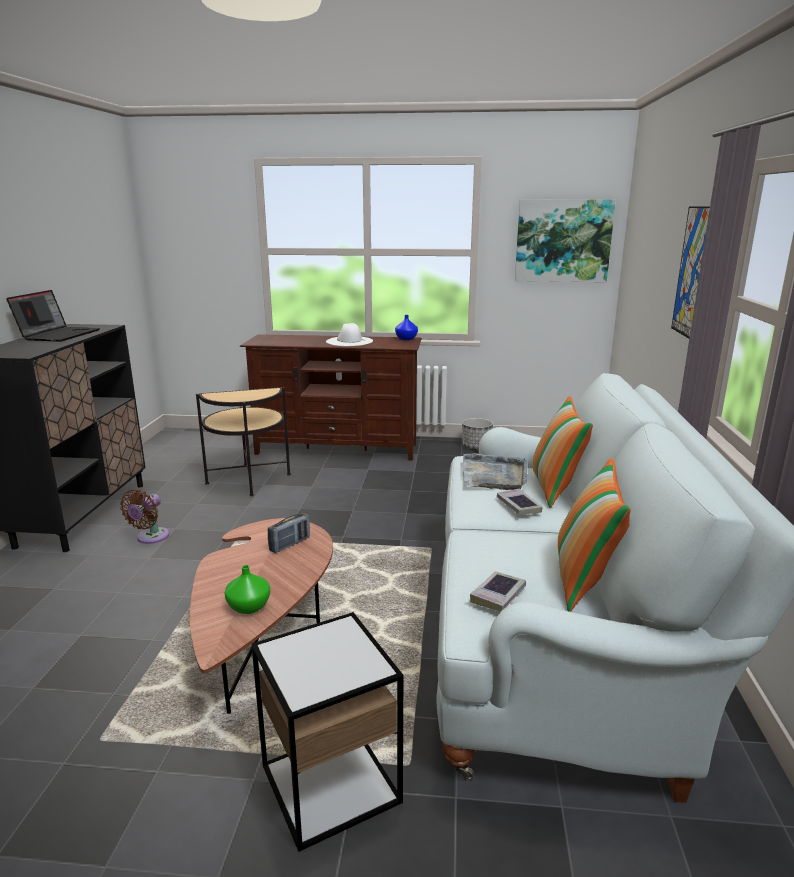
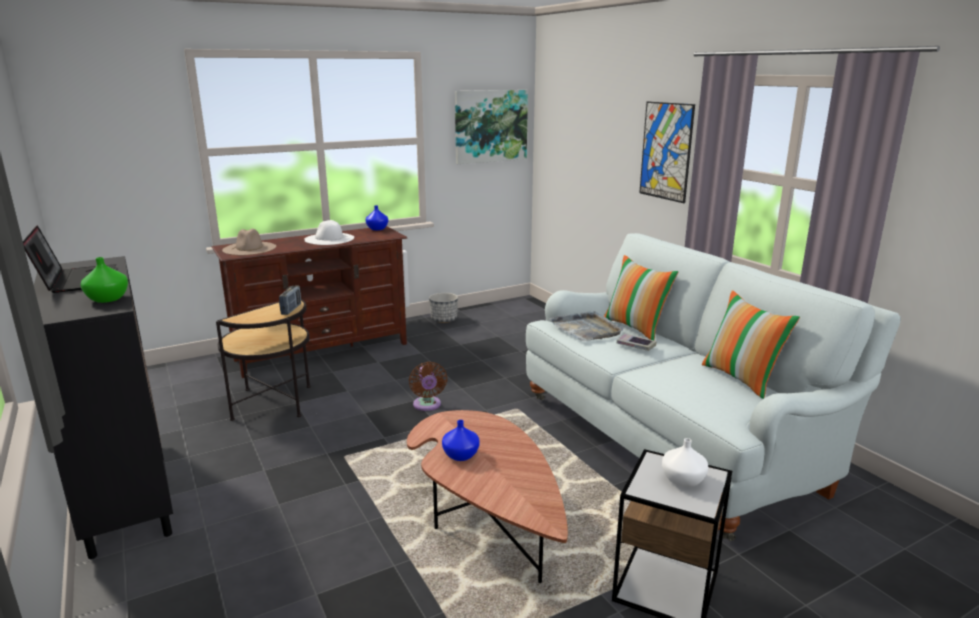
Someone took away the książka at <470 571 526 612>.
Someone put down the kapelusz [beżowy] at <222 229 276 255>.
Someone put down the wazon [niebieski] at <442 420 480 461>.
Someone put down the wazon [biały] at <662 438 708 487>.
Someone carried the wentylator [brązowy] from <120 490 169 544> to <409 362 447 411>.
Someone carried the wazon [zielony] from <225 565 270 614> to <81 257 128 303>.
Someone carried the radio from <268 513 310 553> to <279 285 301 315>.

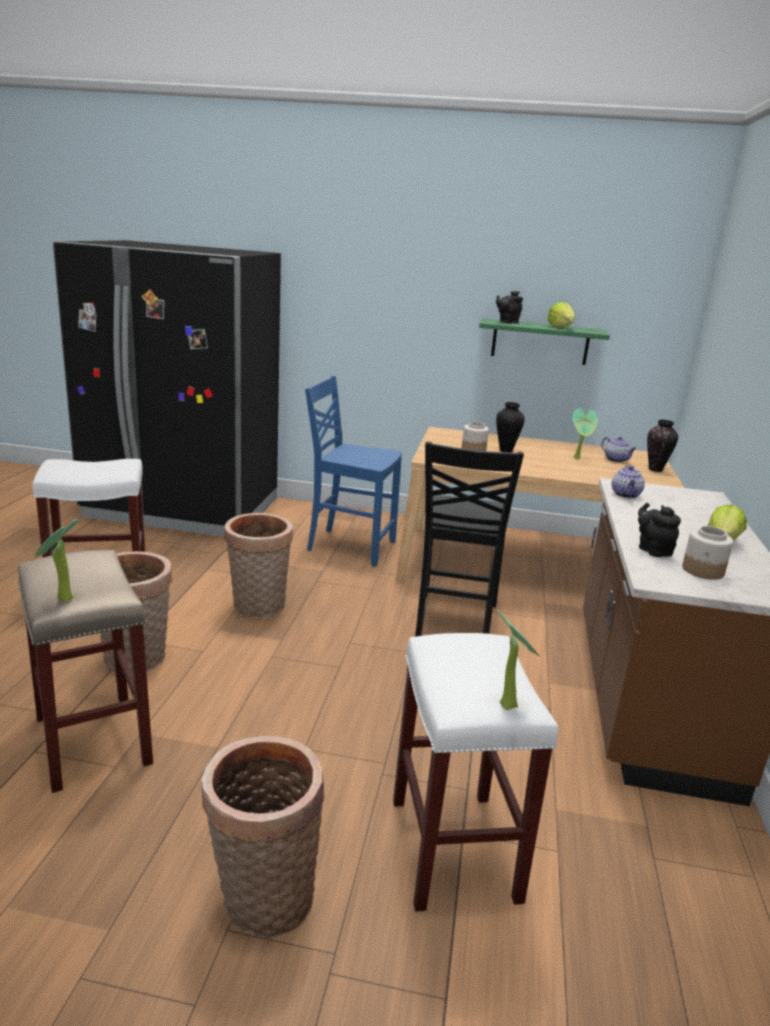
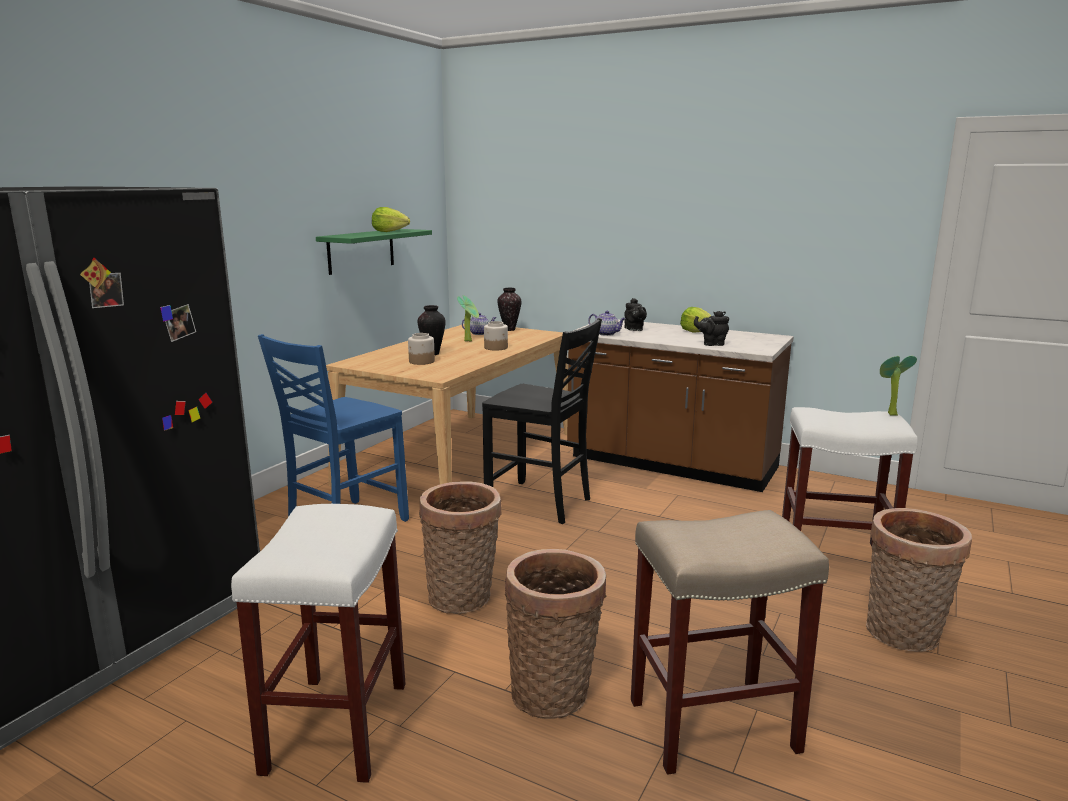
Someone took away the roślina doniczkowa at <35 519 79 602>.
Someone carried the imbryk [czarny] from <496 291 523 323> to <624 298 647 331>.
Someone carried the słoik from <682 526 733 580> to <484 321 508 350>.

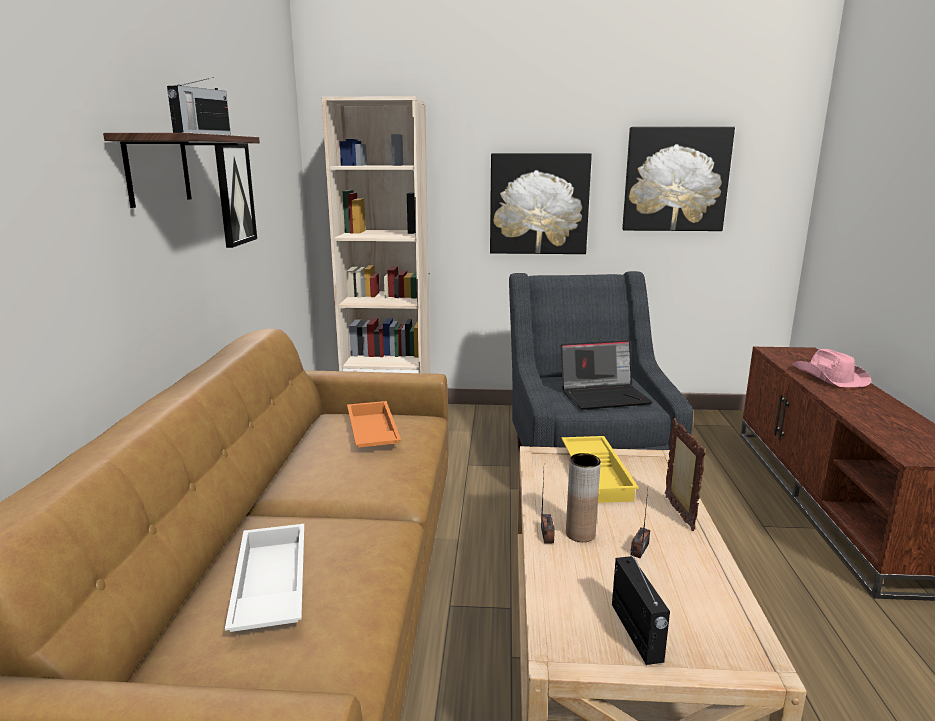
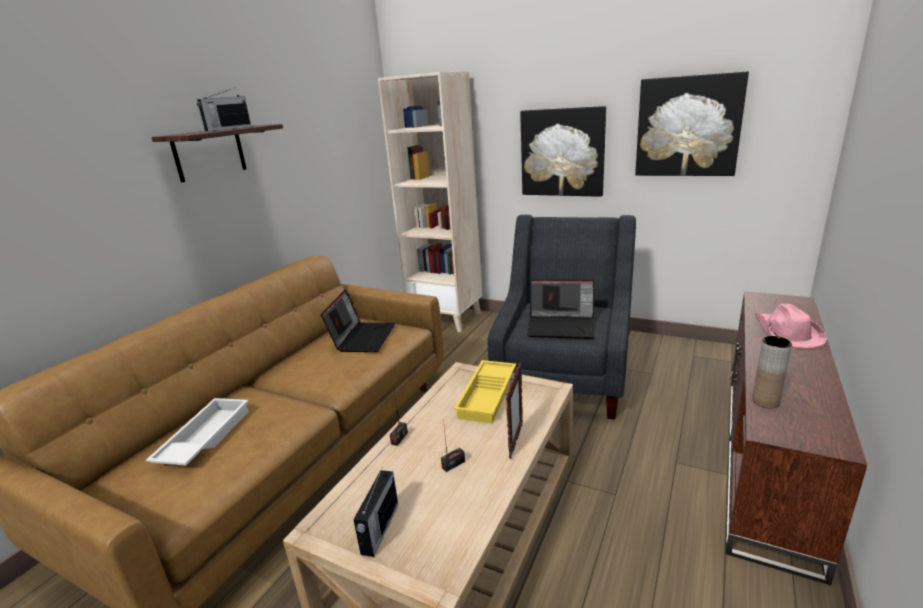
Someone took away the obraz at <215 143 257 248>.
Someone carried the wazon [brązowy] from <566 453 601 542> to <752 336 792 408>.
Someone swapped the taca [pomarańczowy] at <347 401 401 448> for the laptop at <321 289 396 352>.

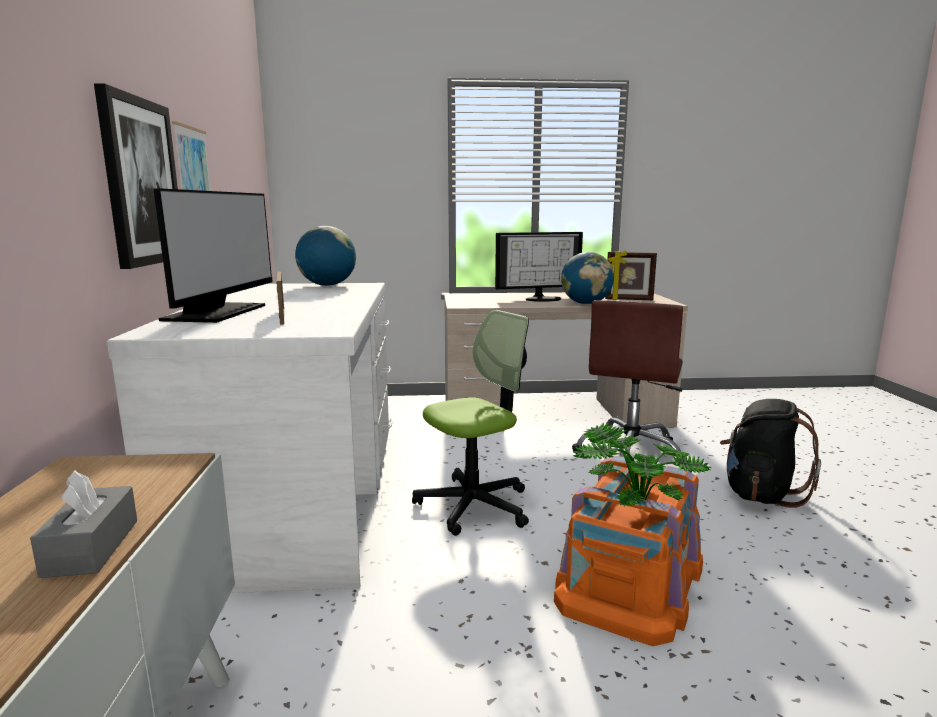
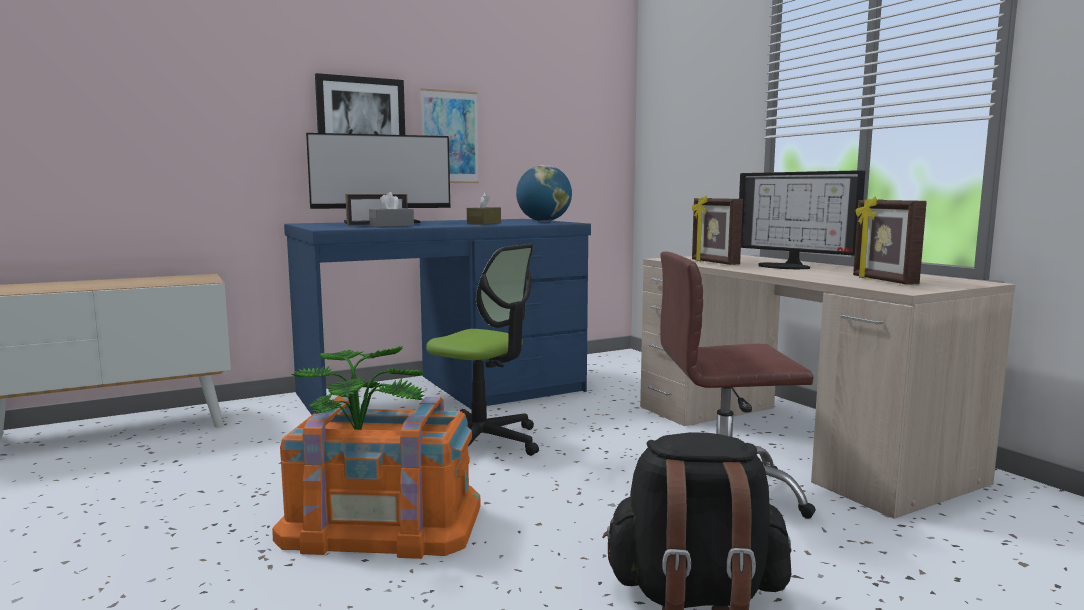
Someone took away the globus at <561 252 614 304>.
Someone put down the pudełko chusteczek [brązowy] at <467 192 501 225>.
Someone put down the ramka na zdjęcie at <692 196 743 265>.
Someone carried the pudełko chusteczek [szary] from <30 470 137 578> to <369 192 414 227>.
Someone repainted the biurko [biały] at <107 283 393 593>, which became the biurko [niebieski] at <284 219 591 415>.

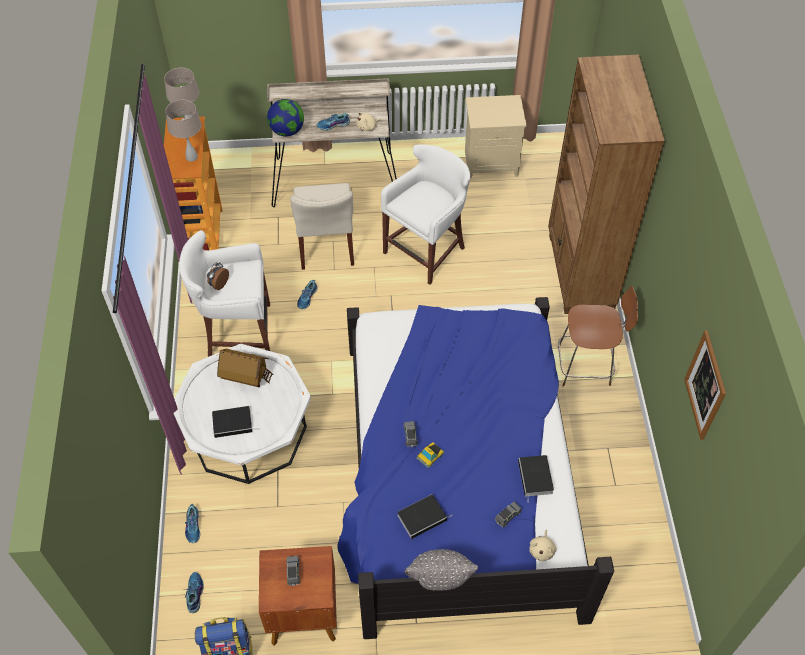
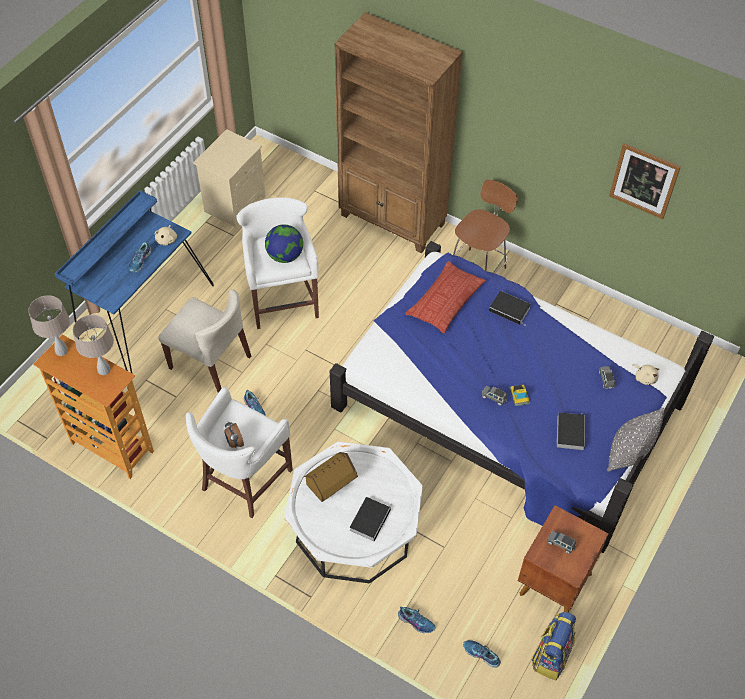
Someone put down the poduszka at <406 261 486 333>.
Someone carried the globus from <267 99 304 136> to <265 225 303 263>.
Someone carried the książka from <518 455 554 502> to <489 291 531 326>.
Someone repainted the biurko [beżowy] at <267 78 397 207>, which became the biurko [niebieski] at <55 190 214 373>.

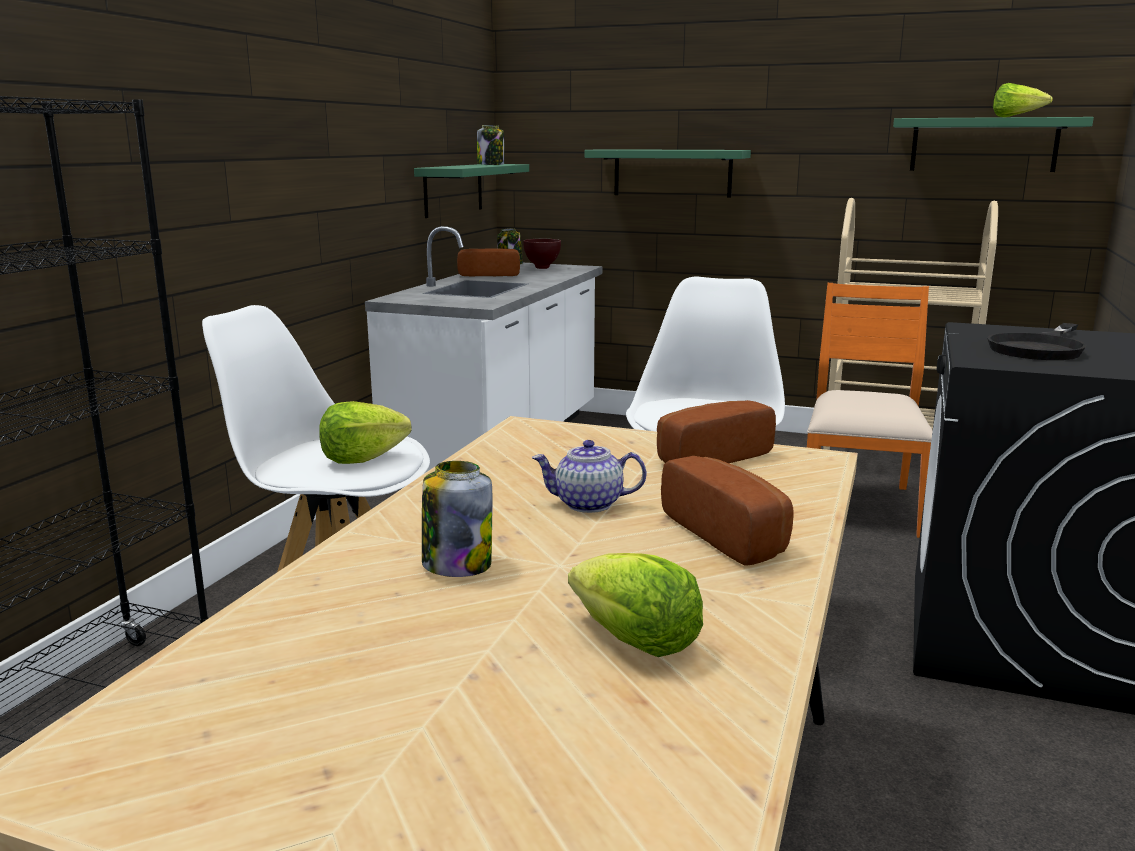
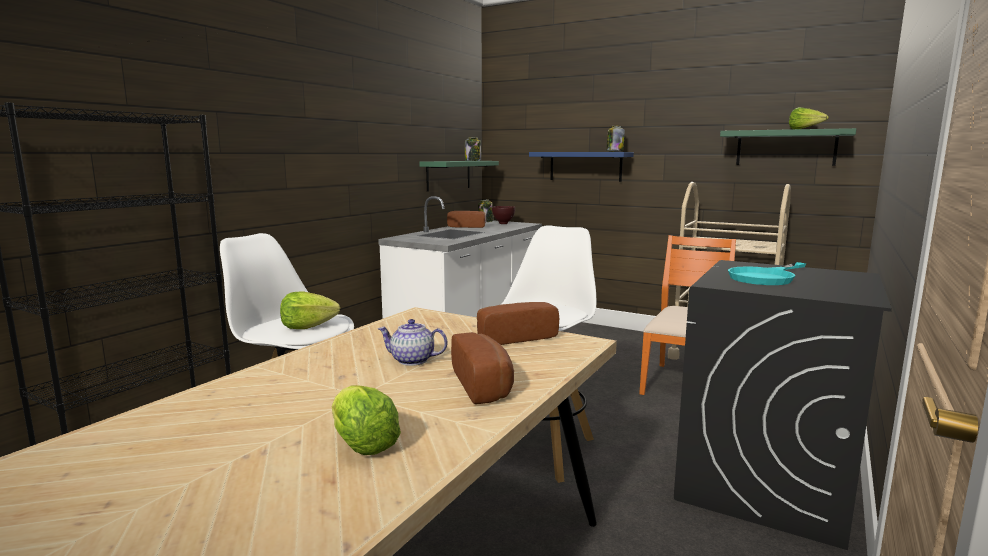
Someone carried the słoik from <422 461 492 577> to <606 126 625 152>.
Someone repainted the półka [zielony] at <584 149 751 198>, which became the półka [niebieski] at <529 152 634 182>.
Someone repainted the patelnia [czarny] at <987 323 1086 360>, which became the patelnia [turkusowy] at <728 262 806 285>.

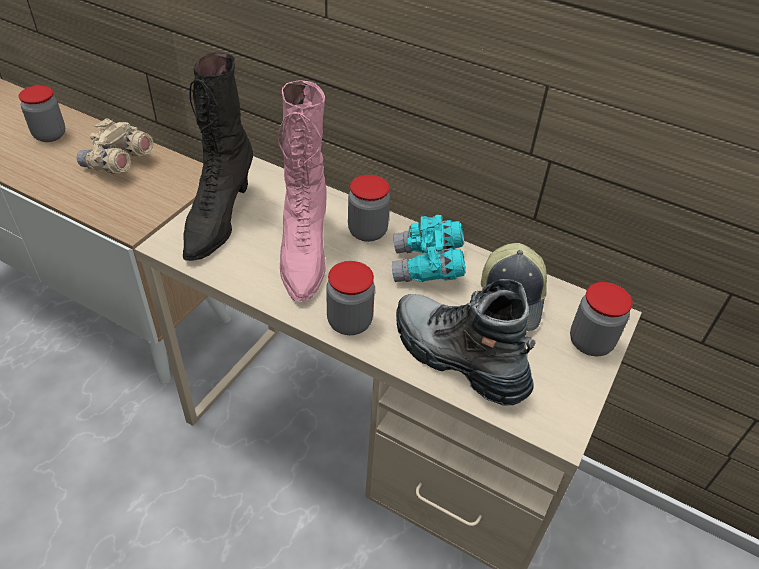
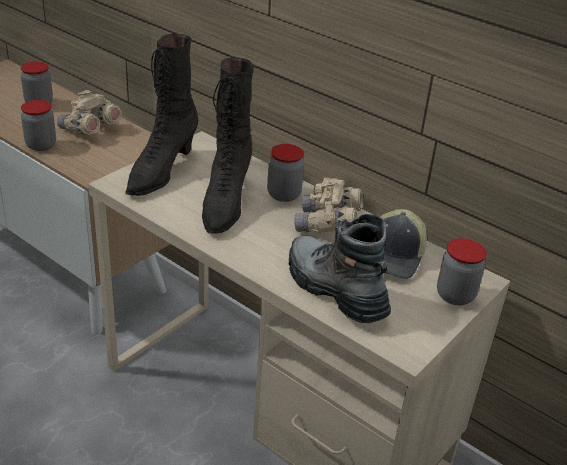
Someone carried the słoik from <326 261 375 335> to <21 100 56 151>.
Someone repainted the but z cholewką [różowy] at <277 80 327 302>, which became the but z cholewką [czarny] at <202 57 254 233>.
Someone repainted the lornetka [turkusowy] at <392 215 466 282>, which became the lornetka [beżowy] at <294 178 363 233>.

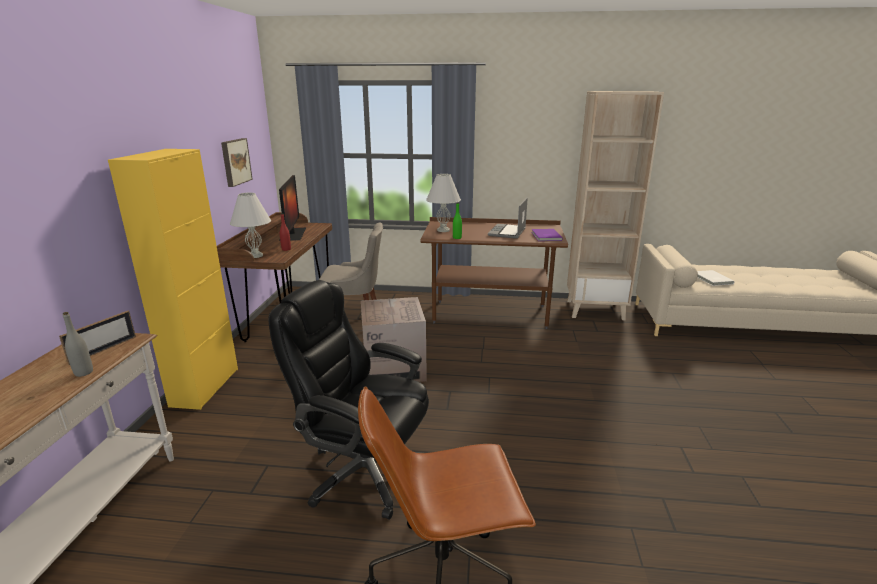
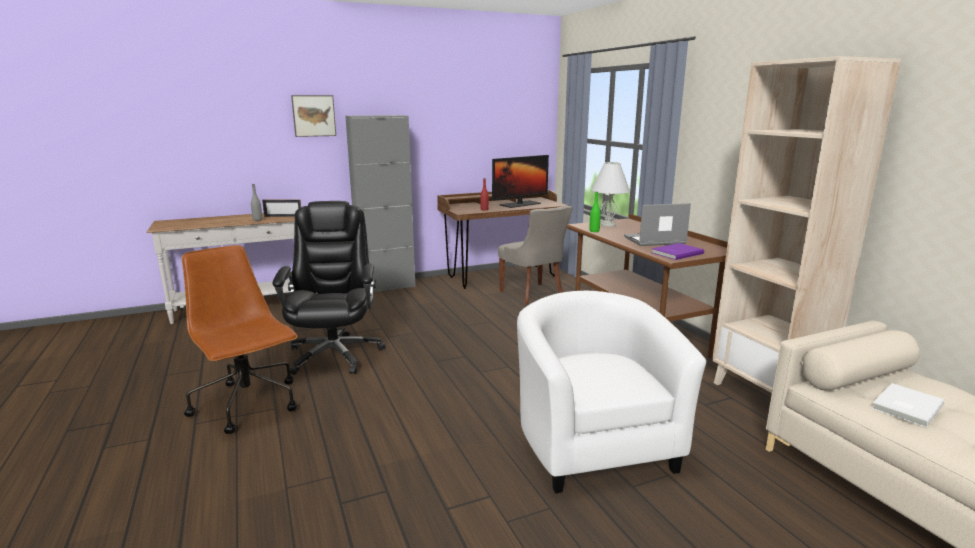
Someone took away the lampa stołowa [biały] at <230 193 271 258>.
Someone took away the karton at <361 297 427 382>.
Someone put down the fotel [biały] at <517 291 706 494>.
Someone carried the obraz from <221 138 253 187> to <291 95 336 137>.
Someone repainted the szafka [żółty] at <108 149 238 410>, which became the szafka [szary] at <345 115 416 292>.

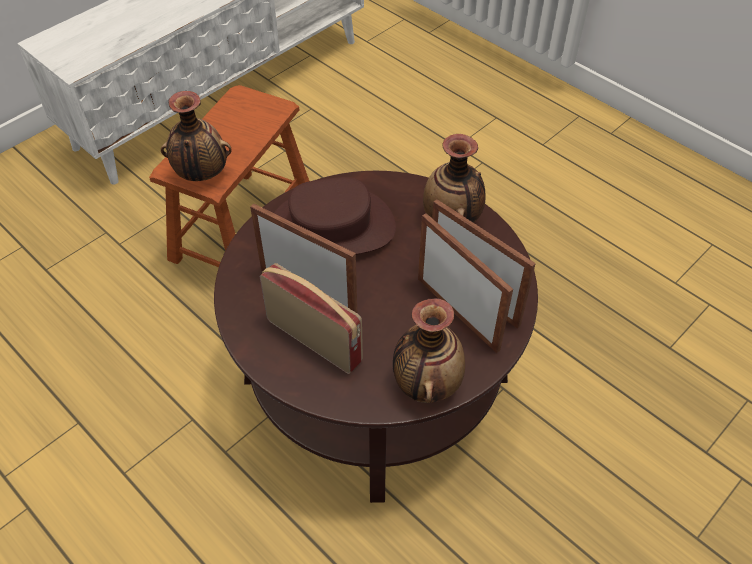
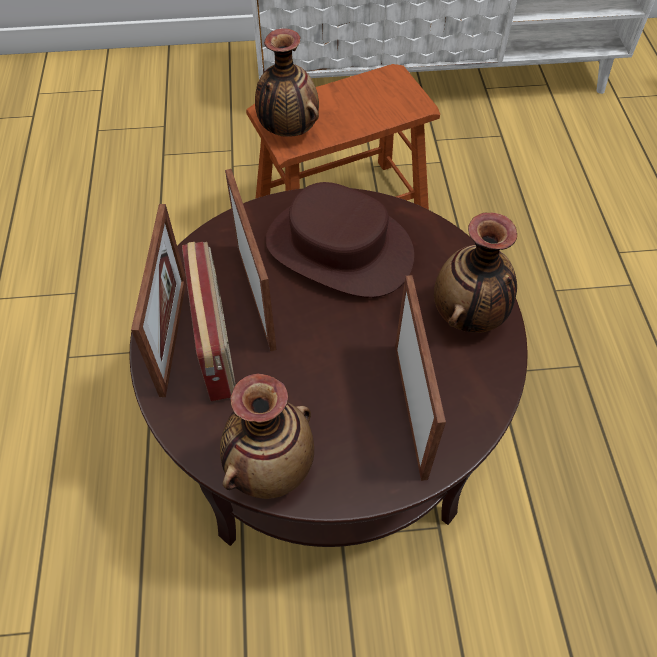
Someone carried the ramka na zdjęcie from <418 213 513 353> to <131 204 186 397>.

